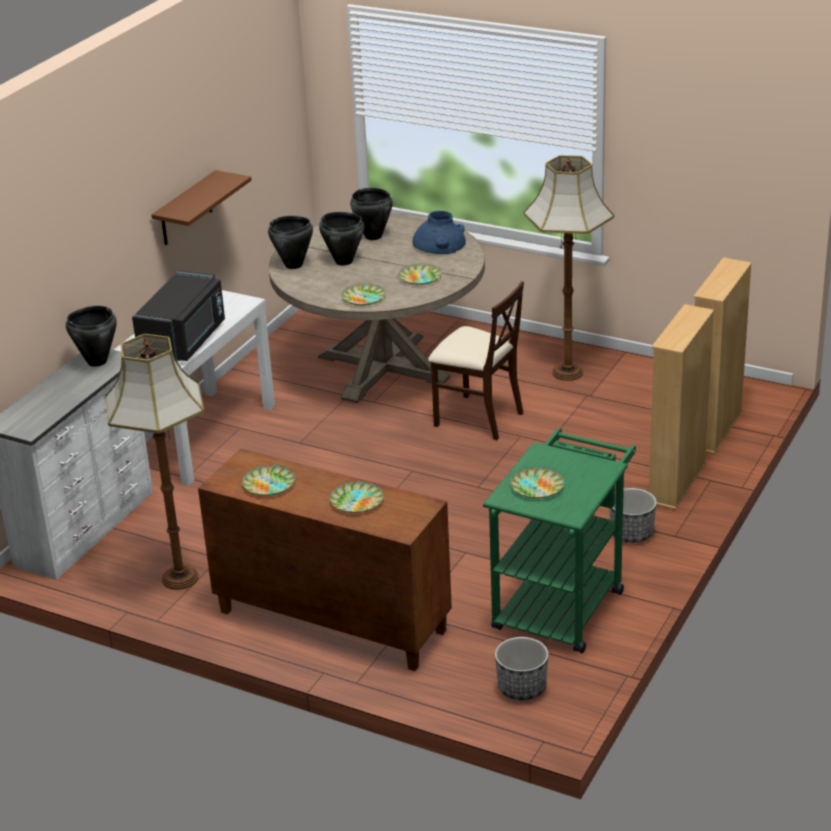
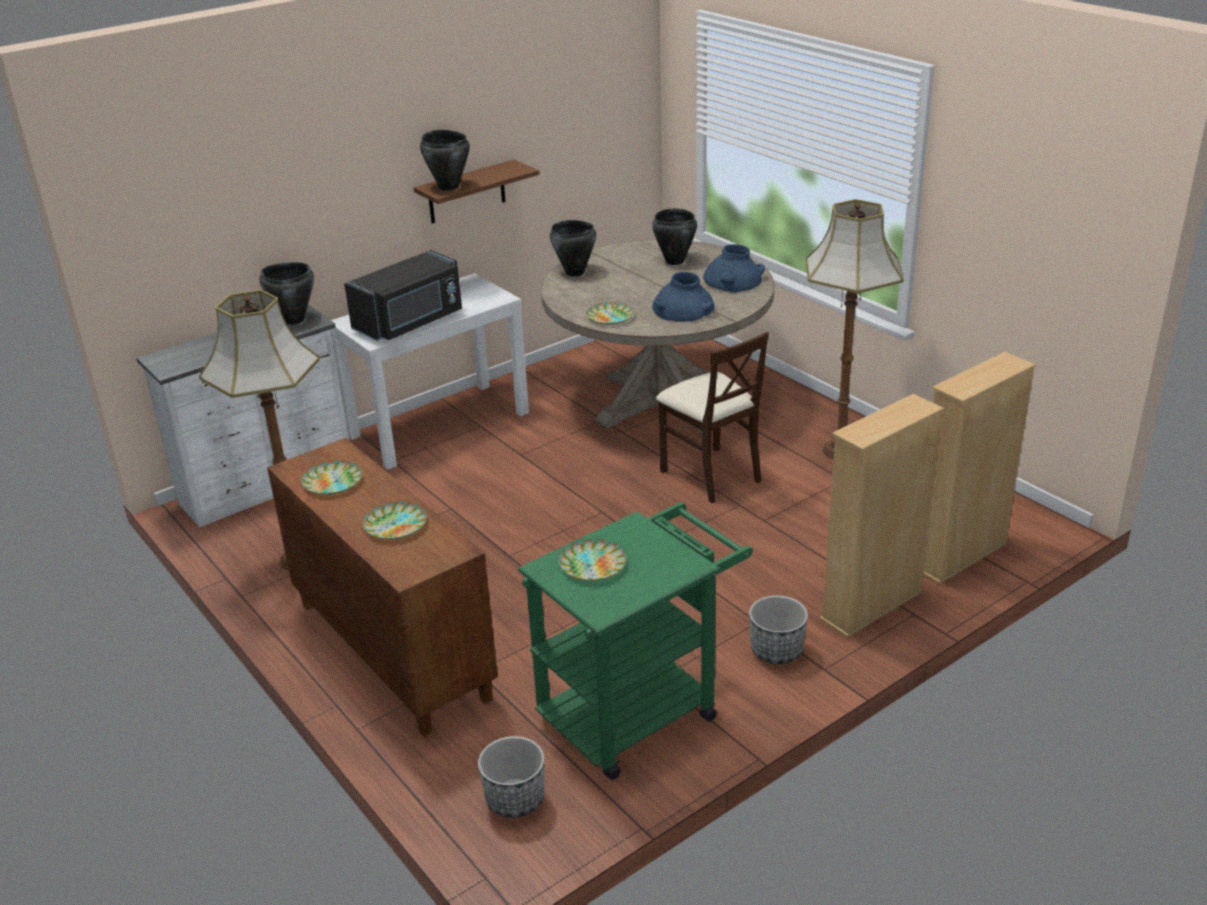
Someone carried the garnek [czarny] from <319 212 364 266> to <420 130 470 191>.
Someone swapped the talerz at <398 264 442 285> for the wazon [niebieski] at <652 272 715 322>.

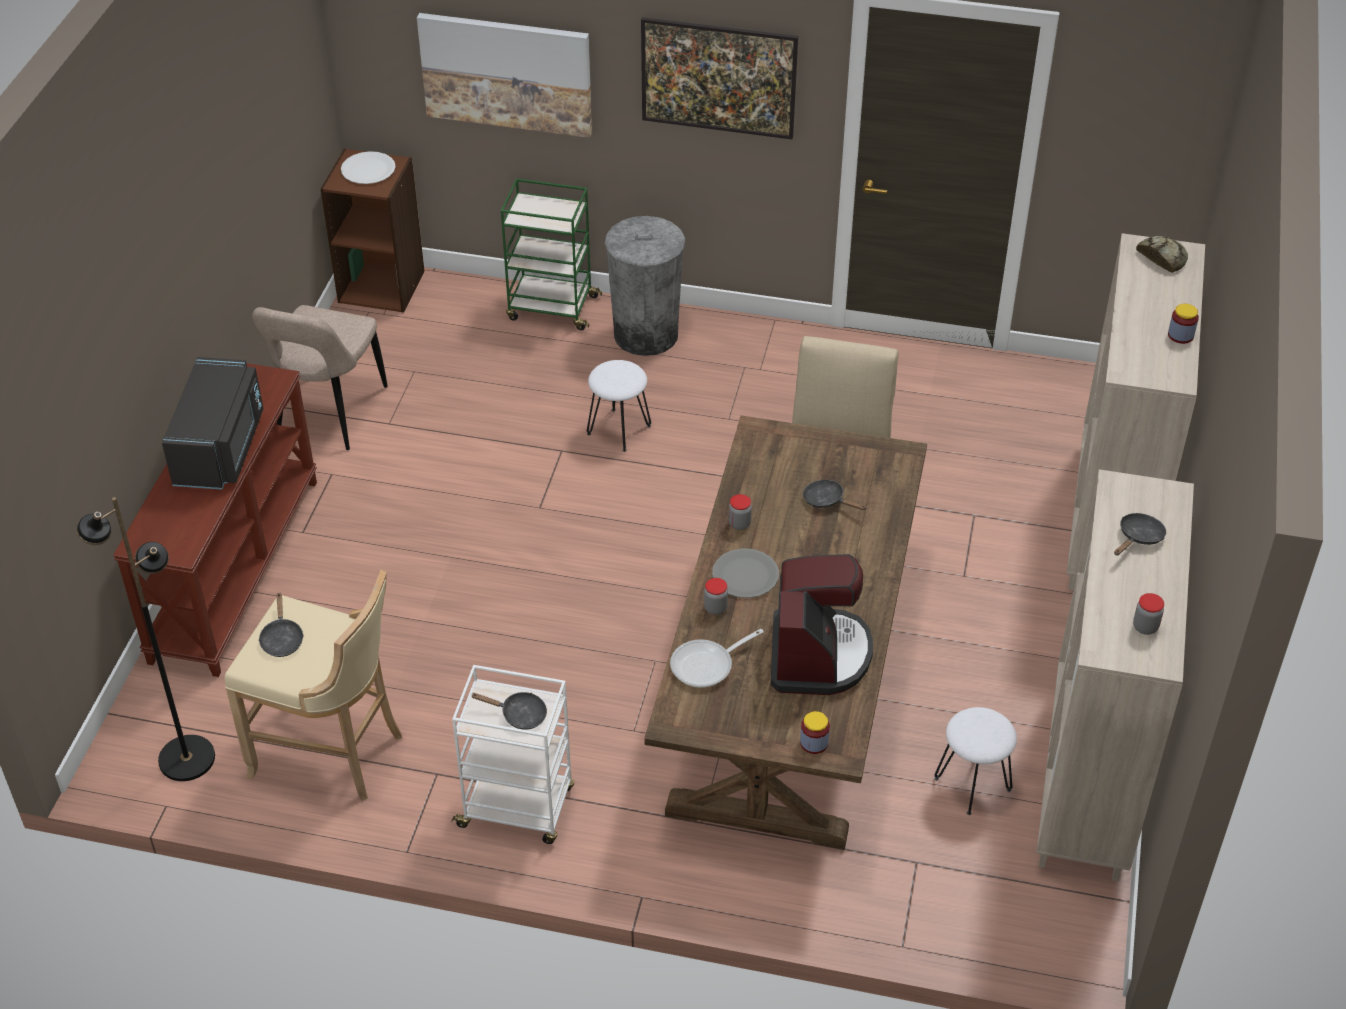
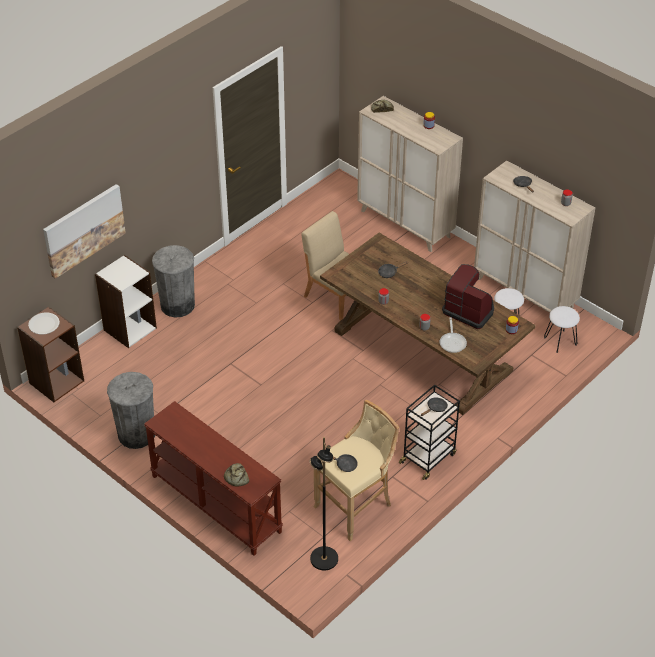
Someone took away the mikrofalówka [czarny] at <162 357 264 490>.
Someone took away the obraz at <641 17 798 139>.
Someone took away the talerz [szary] at <712 548 779 598>.
Someone put down the chleb at <224 463 249 487>.
Someone carried the stołek [biały] from <587 360 651 452> to <544 306 580 353>.
Someone swapped the krzesło [beżowy] at <252 305 388 450> for the kosz na śmieci [szary] at <107 372 155 449>.
Someone swapped the wózek [zielony] at <501 178 602 330> for the regał [biały] at <95 255 157 348>.
Someone repainted the wózek [biały] at <451 665 574 844>, which became the wózek [czarny] at <399 384 460 480>.

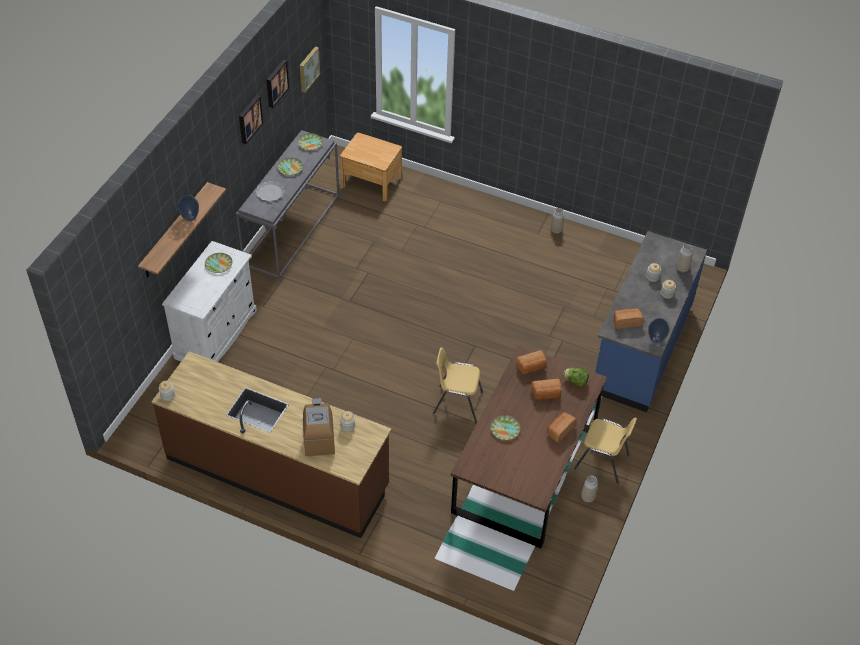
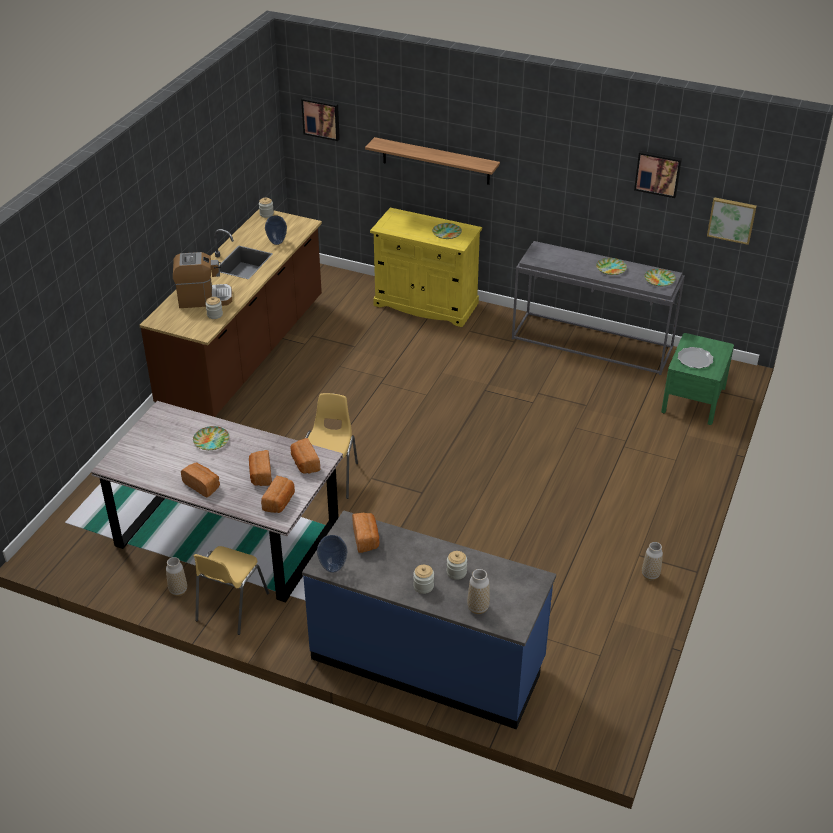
Someone carried the wazon from <178 195 199 221> to <265 215 287 245>.
Someone carried the obraz from <239 95 263 144> to <301 97 340 141>.
Someone carried the talerz from <256 181 285 201> to <678 347 713 369>.
Someone swapped the sałata at <563 368 589 387> for the chleb at <261 476 295 513>.
Someone repainted the szafka [biały] at <162 241 257 362>, which became the szafka [żółty] at <370 208 482 327>.
Someone repainted the szafka nocna [brązowy] at <340 132 402 202>, which became the szafka nocna [zielony] at <661 333 734 425>.
Someone repainted the stół jadalny [brązowy] at <450 346 607 548>, which became the stół jadalny [szary] at <91 401 343 603>.

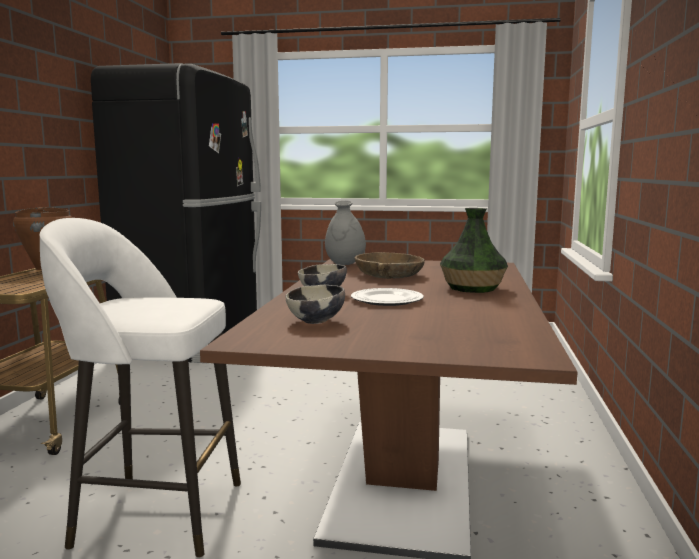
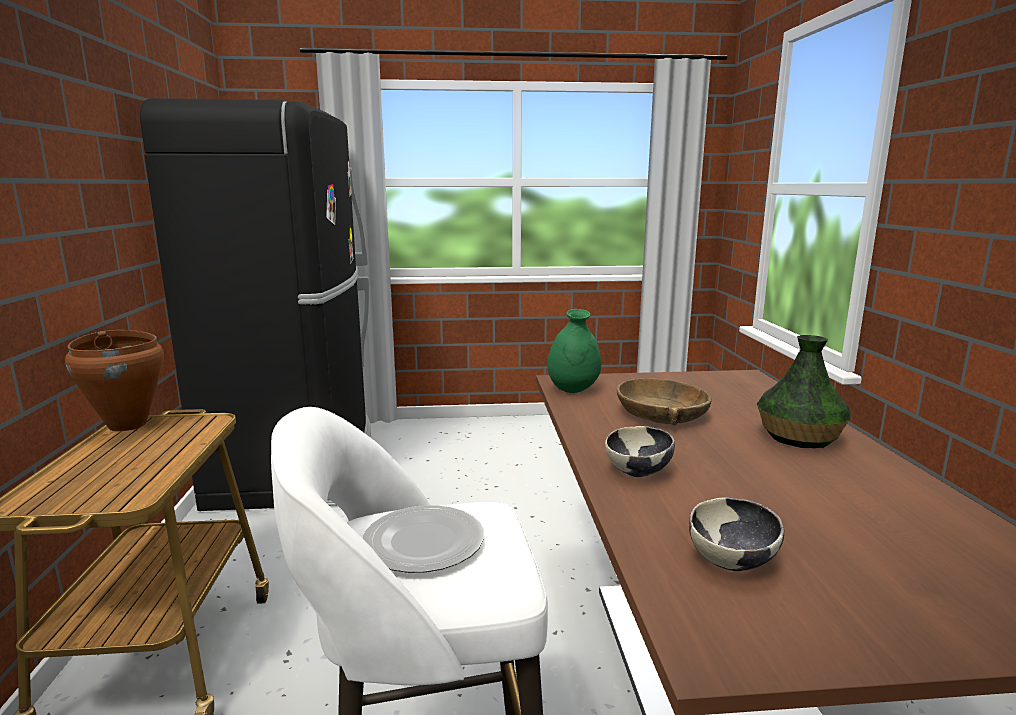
Someone carried the talerz from <351 288 424 306> to <362 505 484 573>.
Someone repainted the wazon [szary] at <325 200 366 265>, which became the wazon [zielony] at <547 309 601 393>.

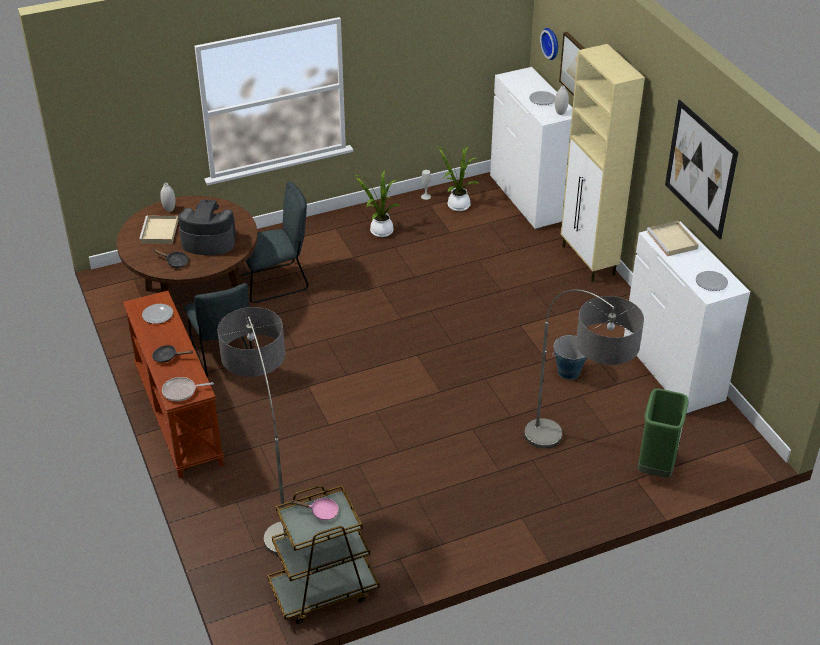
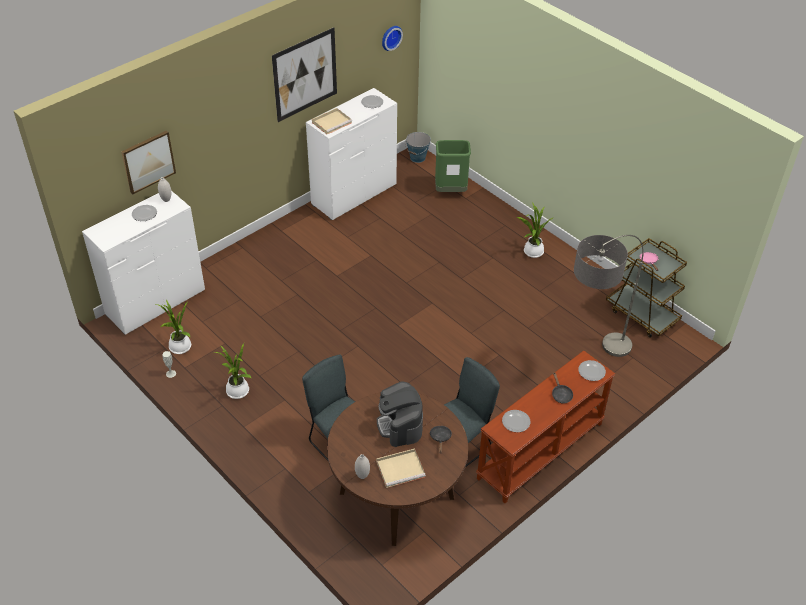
Someone took away the lampa stojąca at <524 289 644 449>.
Someone took away the szafka [beżowy] at <561 44 645 282>.
Someone put down the roślina doniczkowa at <517 202 553 258>.
Someone carried the zegar ścienny from <540 28 558 60> to <382 26 403 51>.
Someone carried the wiadro from <552 335 586 380> to <405 132 431 163>.
Someone swapped the patelnia at <162 377 214 401> for the talerz at <578 360 606 381>.

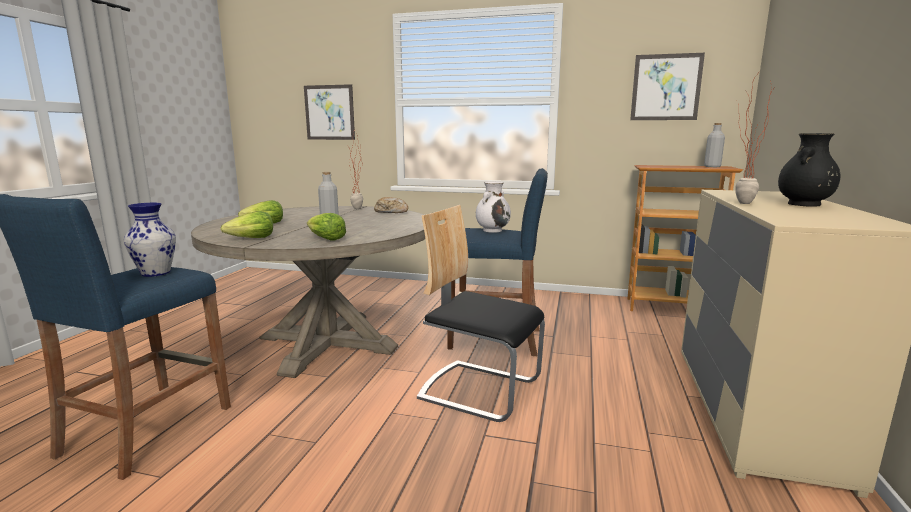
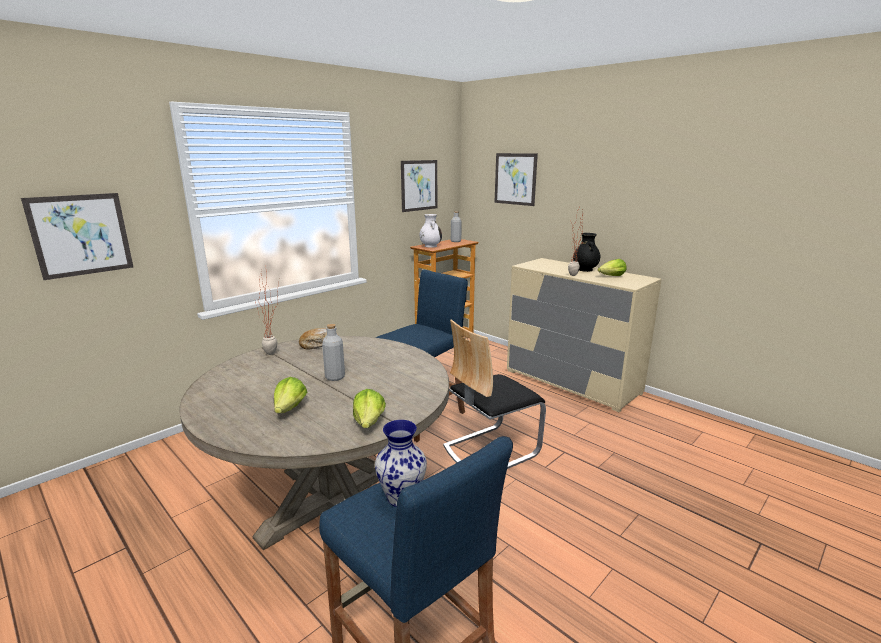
Someone put up the obraz at <494 153 538 206>.
Someone carried the sałata from <307 213 346 240> to <598 259 627 276>.
Someone carried the wazon [biały] from <476 181 511 233> to <420 214 442 248>.

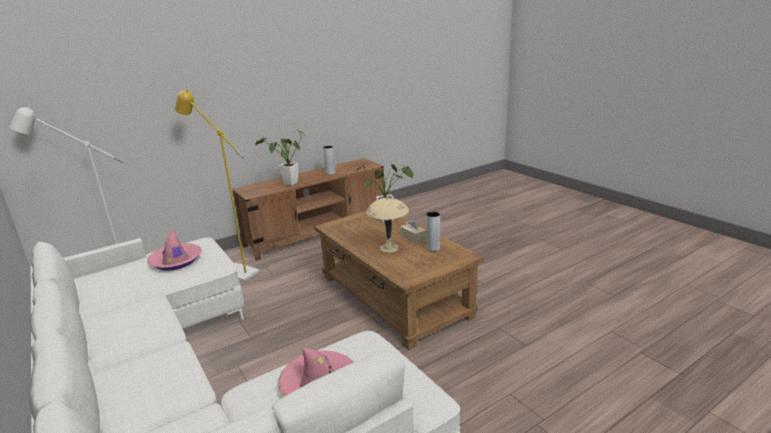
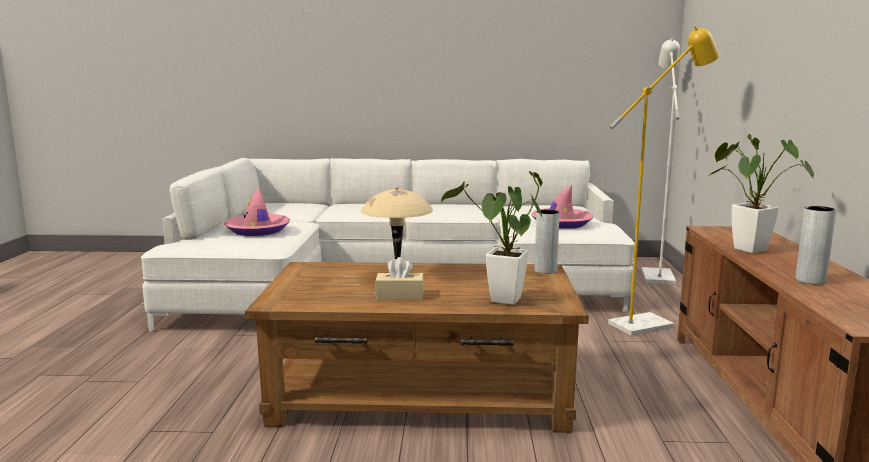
Someone carried the wazon [szary] from <426 212 440 252> to <535 210 560 274>.

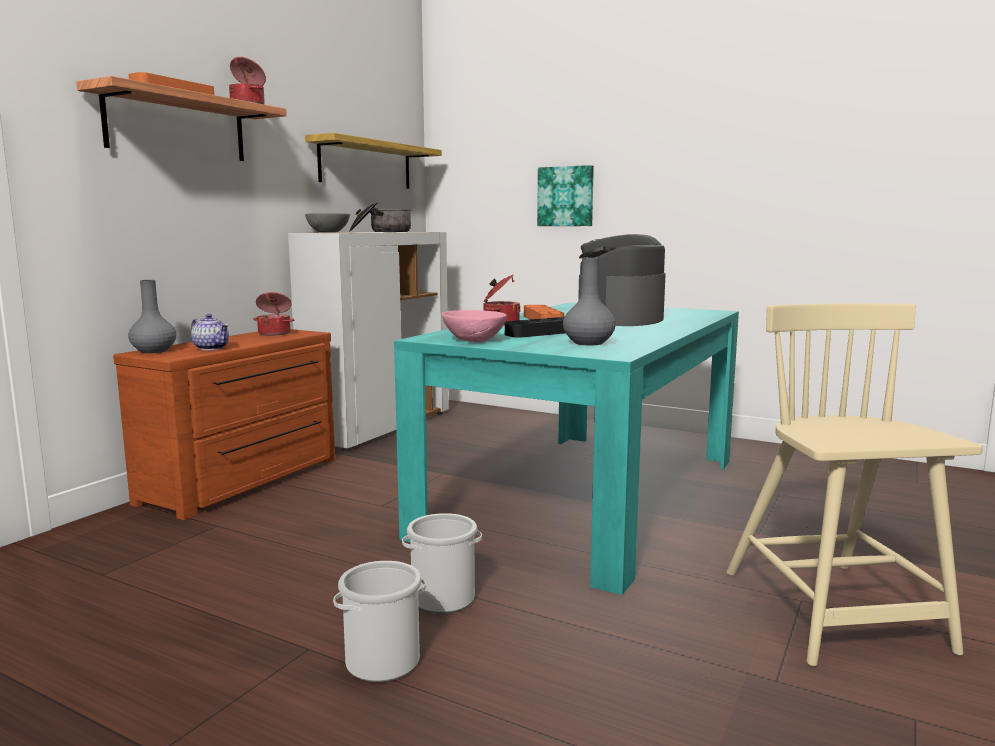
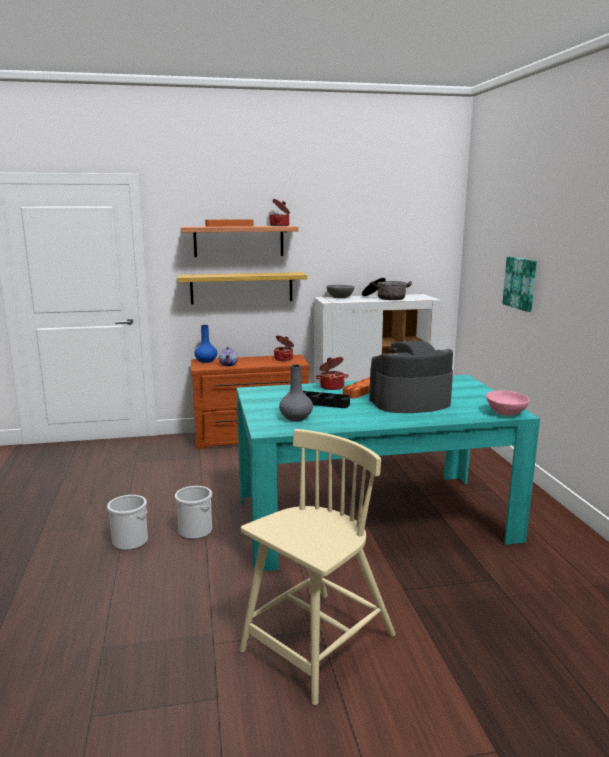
Someone carried the półka from <305 133 442 189> to <178 272 307 304>.
Someone carried the miska [różowy] from <442 310 506 342> to <486 390 530 416>.
Someone repainted the wazon [szary] at <128 280 177 353>, which became the wazon [niebieski] at <195 325 217 363>.

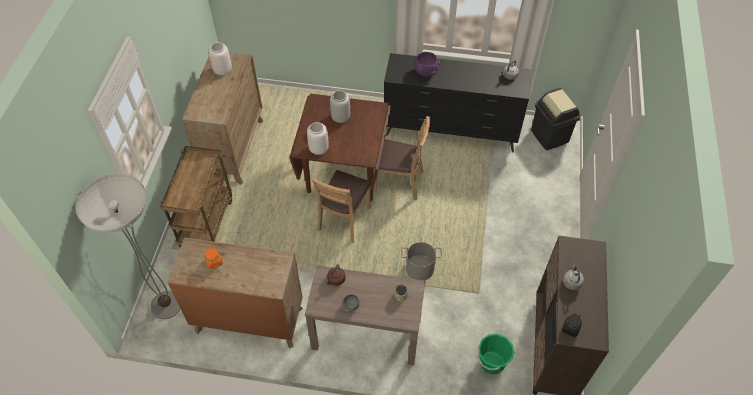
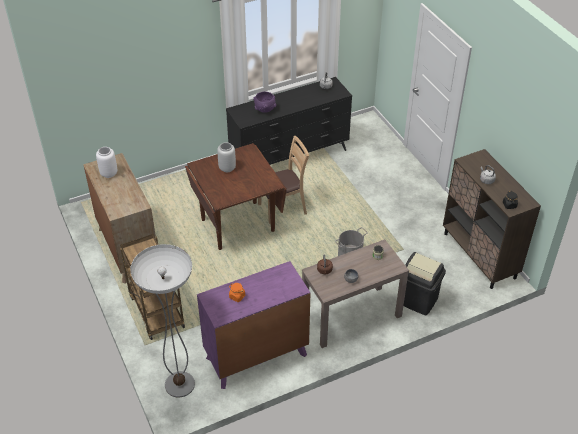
Someone took away the wazon [biały] at <307 122 329 155>.
Someone took away the krzesło [brązowy] at <311 170 371 243>.
Someone took away the wiadro [zielony] at <477 334 515 374>.
Someone carried the kosz na śmieci [czarny] from <531 88 580 150> to <404 252 446 315>.
Someone repainted the komoda [brązowy] at <167 238 303 348>, which became the komoda [fioletowy] at <197 261 311 389>.

